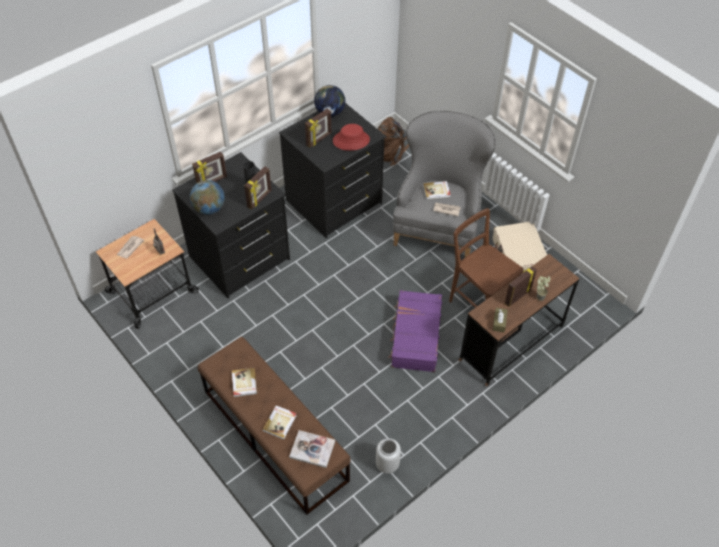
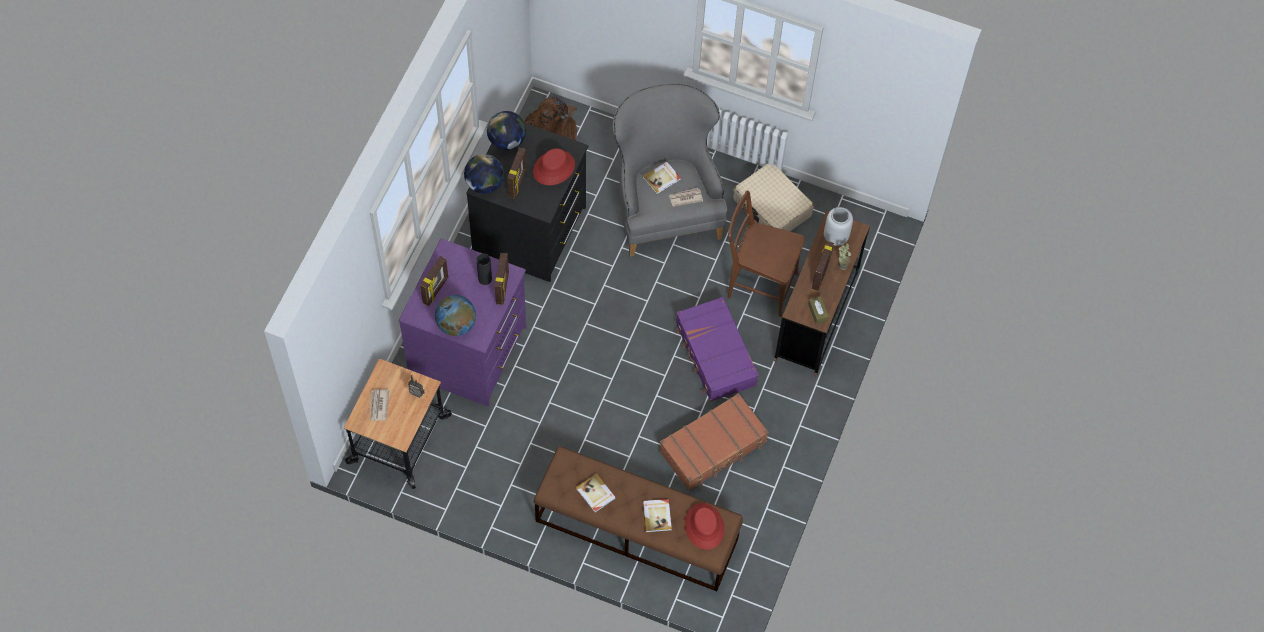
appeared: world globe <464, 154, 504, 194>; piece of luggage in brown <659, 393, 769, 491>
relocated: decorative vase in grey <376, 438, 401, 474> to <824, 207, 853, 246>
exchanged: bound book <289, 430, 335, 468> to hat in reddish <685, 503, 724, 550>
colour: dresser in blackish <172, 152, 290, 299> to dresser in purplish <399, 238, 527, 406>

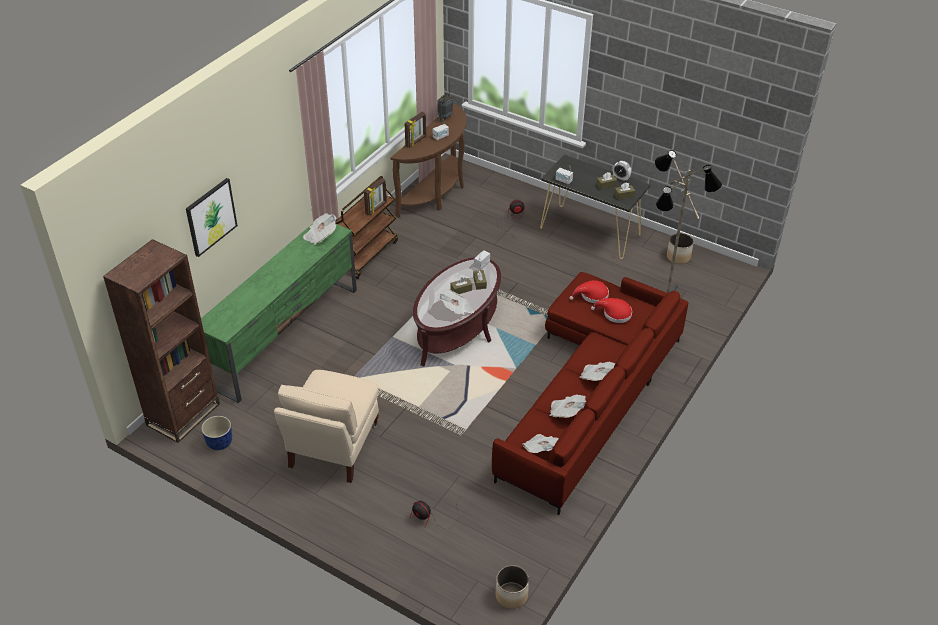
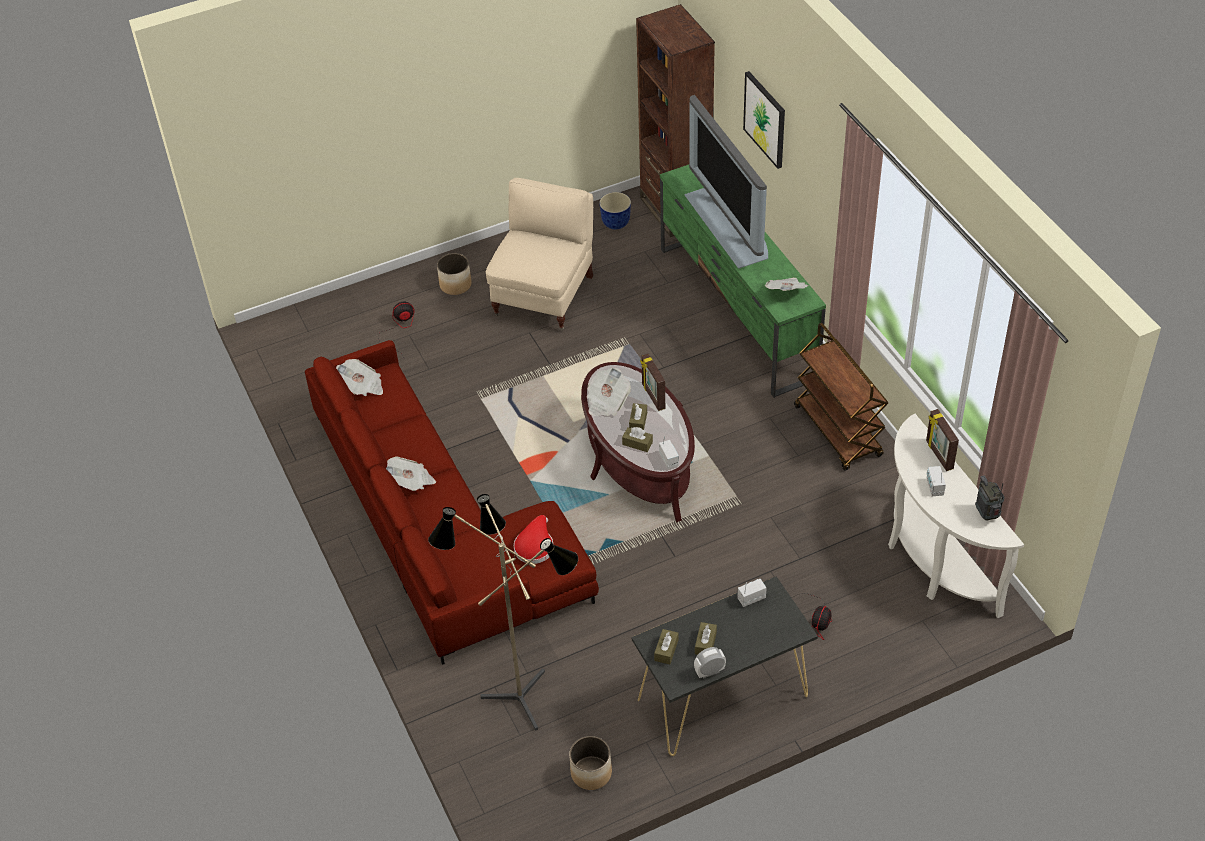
missing: daily paper <549, 394, 586, 418>; hat in reddish <591, 298, 632, 323>
appeared: TV <684, 95, 768, 269>
relocated: planter <495, 565, 529, 609> to <437, 253, 472, 295>; standing frame <364, 178, 387, 216> to <640, 354, 665, 411>
colour: console table in brown <391, 104, 467, 217> to console table in whitish <888, 414, 1024, 618>
spun: lounge chair in sand-coloured <274, 370, 379, 483> = <486, 178, 593, 331> 60 degrees clockwise

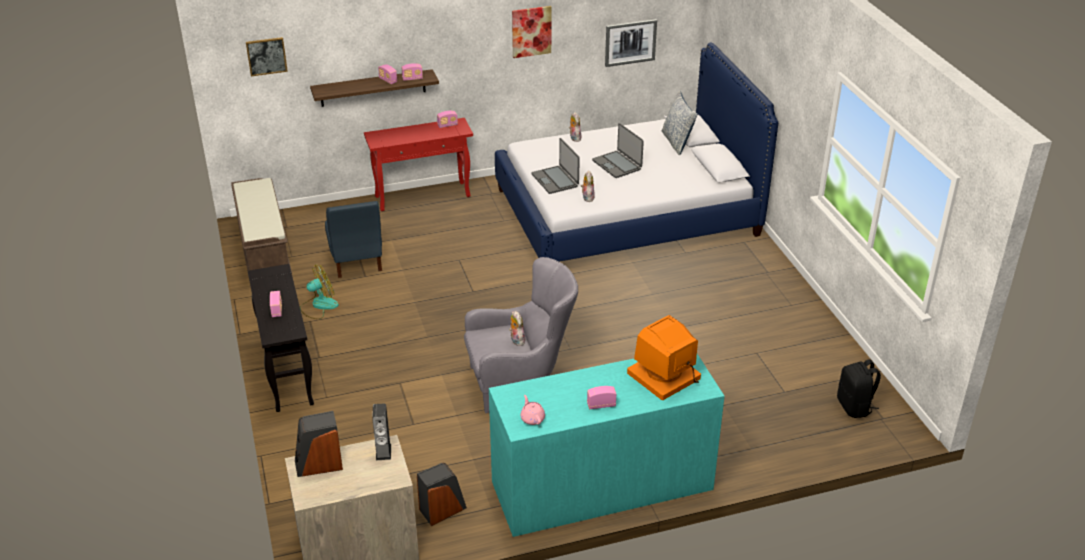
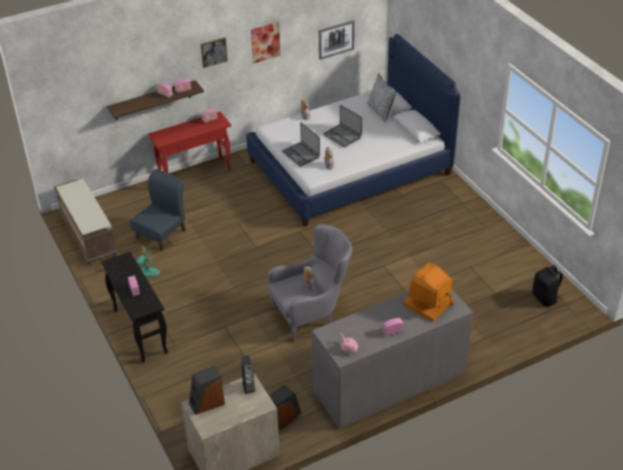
relocated: picture <246, 37, 288, 76> to <201, 37, 228, 68>
colour: dresser in blue-green <489, 354, 725, 537> to dresser in grey <312, 289, 473, 429>
spun: plain chair in bluish <325, 201, 382, 278> = <130, 169, 186, 250> 120 degrees counterclockwise

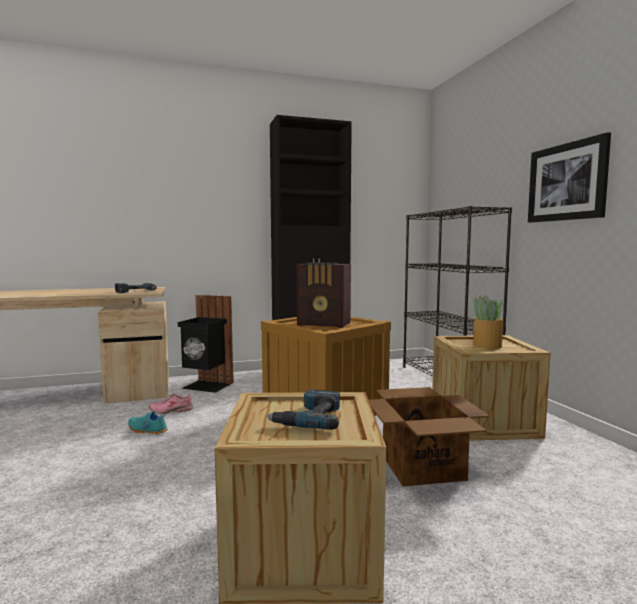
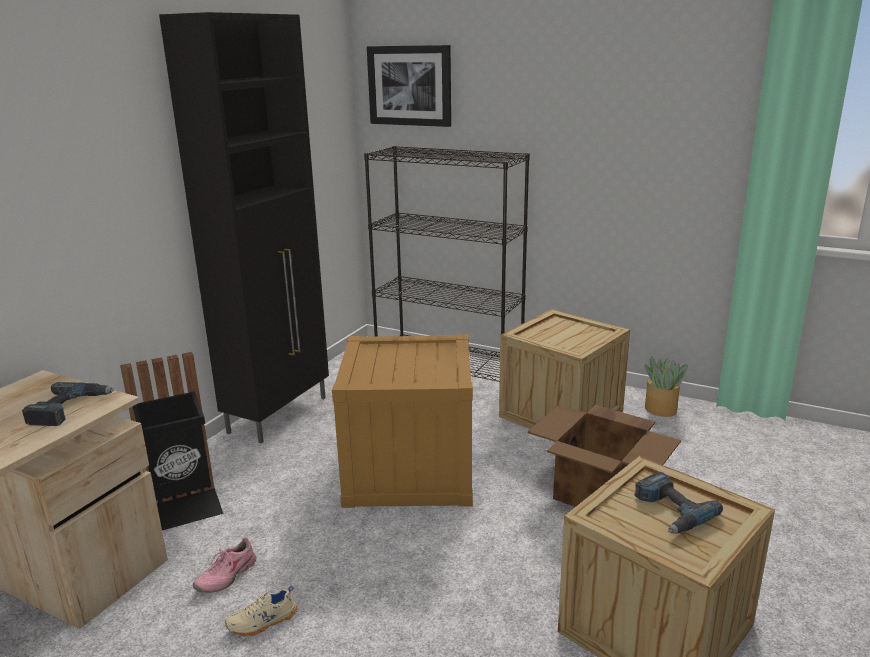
missing: radio set <297, 262, 351, 328>
relocated: picture <528, 132, 611, 223> to <367, 45, 451, 127>; potted plant <473, 295, 505, 349> to <644, 356, 688, 417>
colour: item of footwear in blue-green <128, 411, 168, 434> to item of footwear in sand-coloured <225, 586, 297, 636>

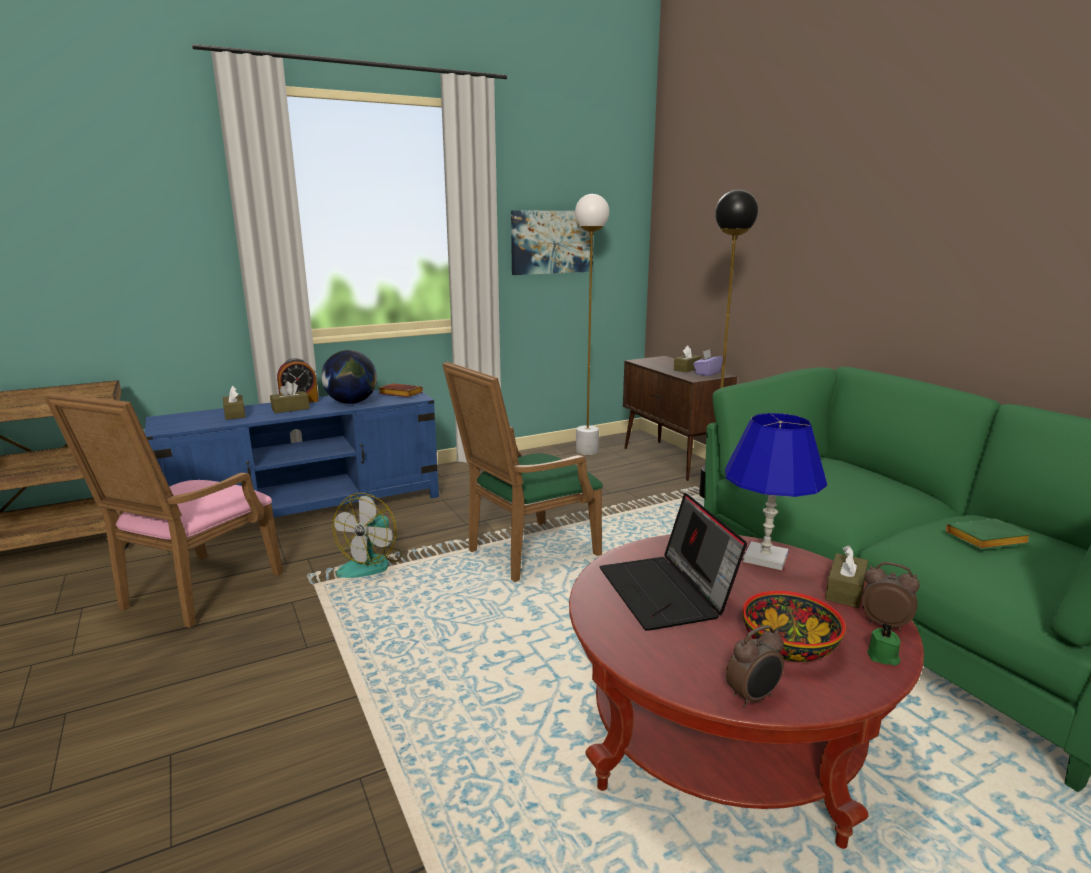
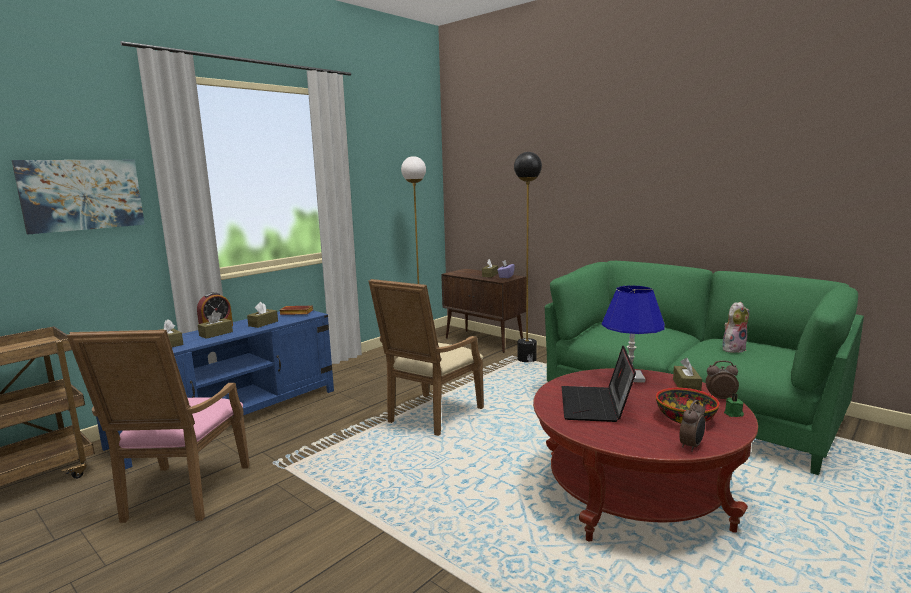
missing: cooling fan <332, 493, 402, 578>
relocated: picture <511, 211, 593, 275> to <12, 160, 145, 234>
exchanged: world globe <321, 350, 377, 404> to tissue box in brown <247, 302, 278, 328>; bound book in green-coloured <946, 519, 1032, 550> to plush toy <722, 302, 749, 353>
colour: lounge chair in green-coloured <442, 361, 603, 582> to lounge chair in sand-coloured <368, 279, 484, 436>
spun: laptop <600, 493, 747, 631> = <562, 346, 636, 422> 45 degrees clockwise

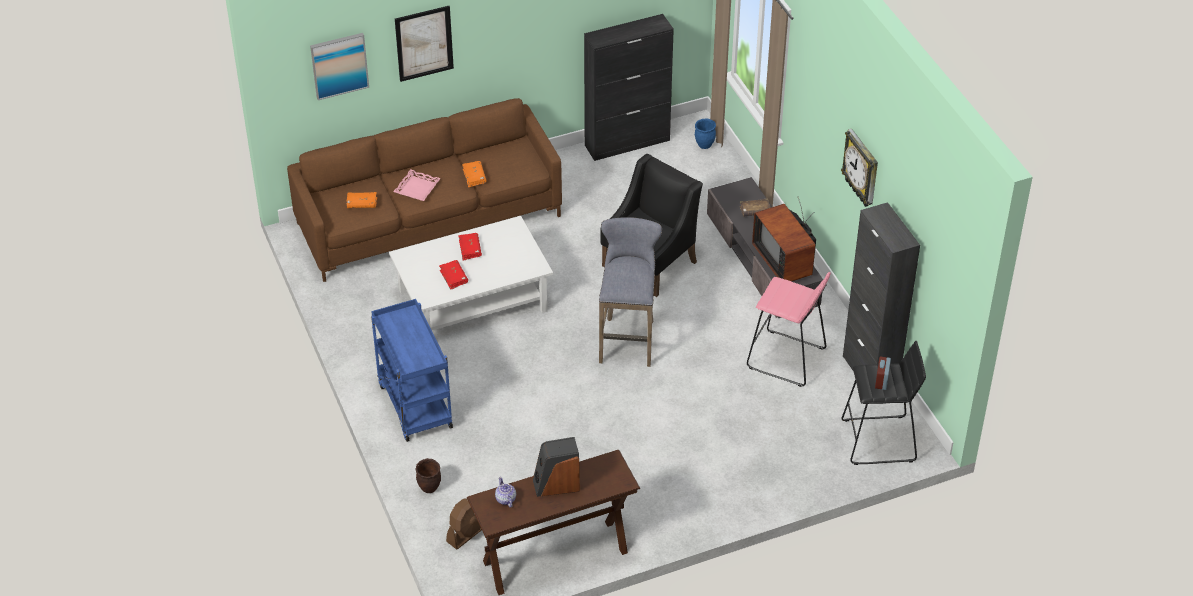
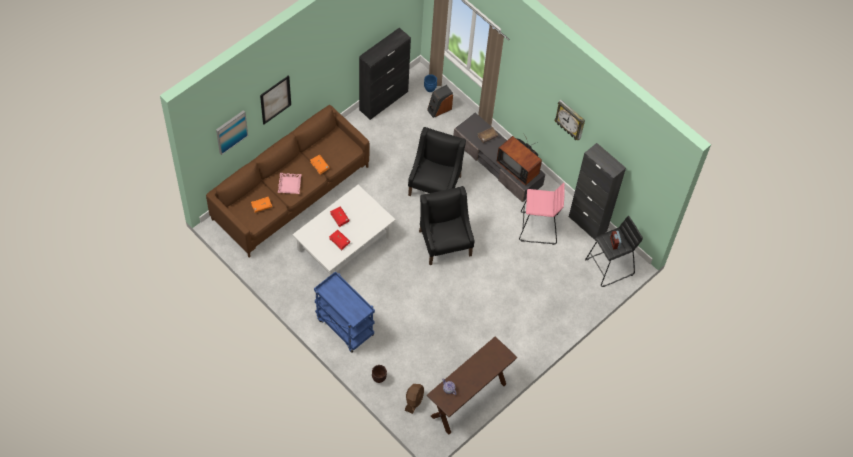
relocated: loudspeaker <533, 437, 580, 497> to <427, 85, 453, 118>
exchanged: stool in grey <599, 217, 662, 367> to lounge chair in blackish <419, 186, 475, 265>

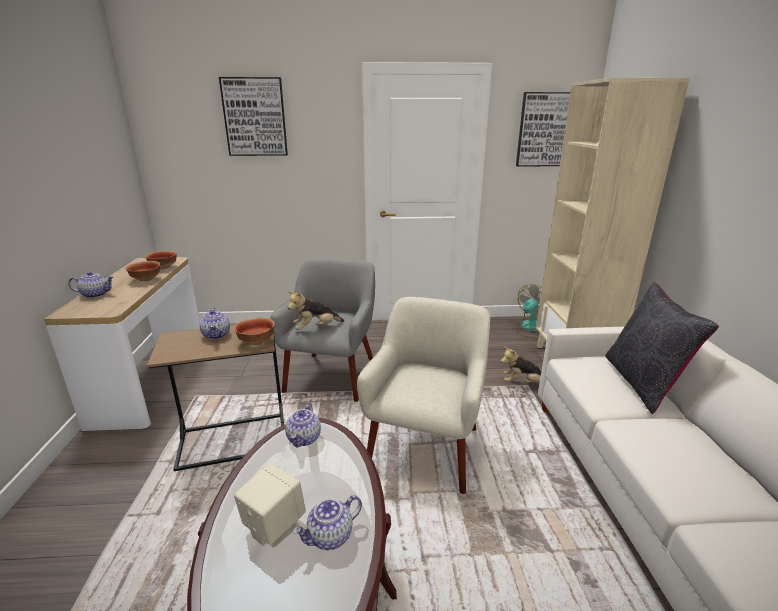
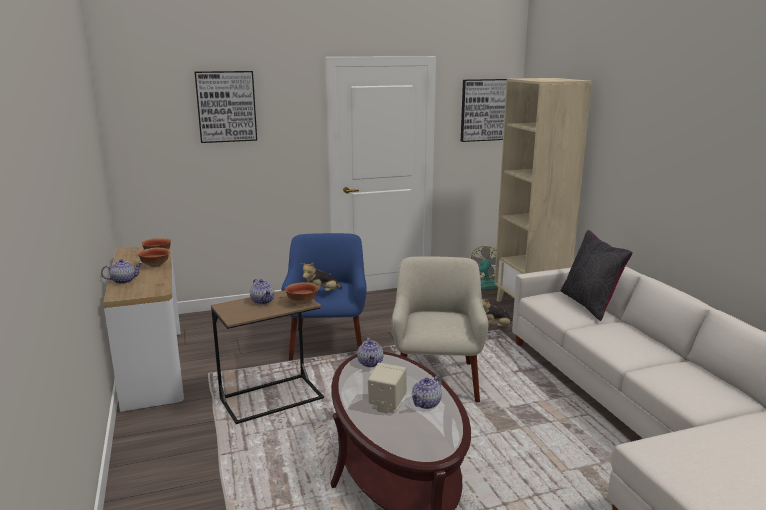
colour: lounge chair in grey <270, 258, 375, 402> to lounge chair in bluish <282, 233, 367, 361>

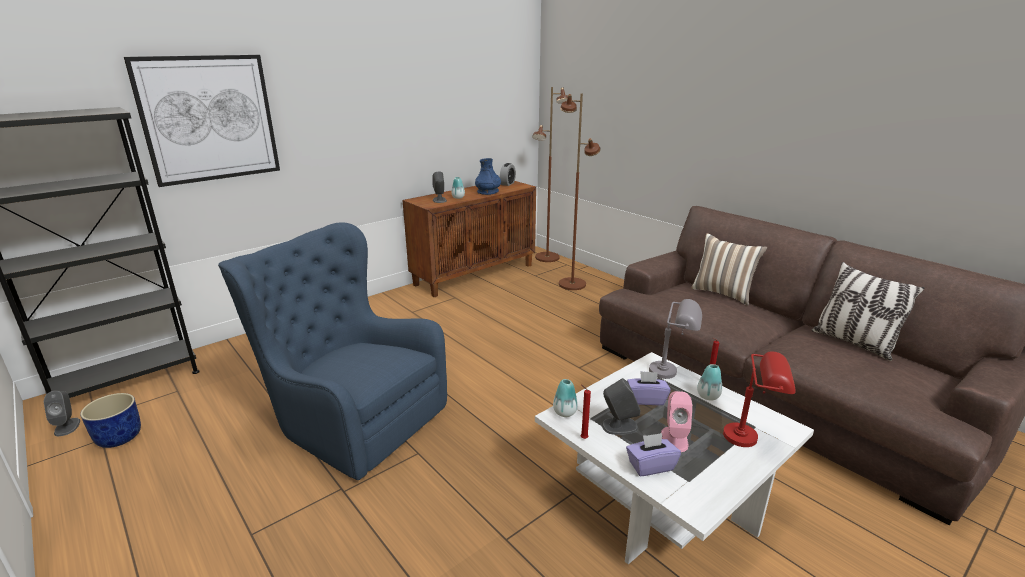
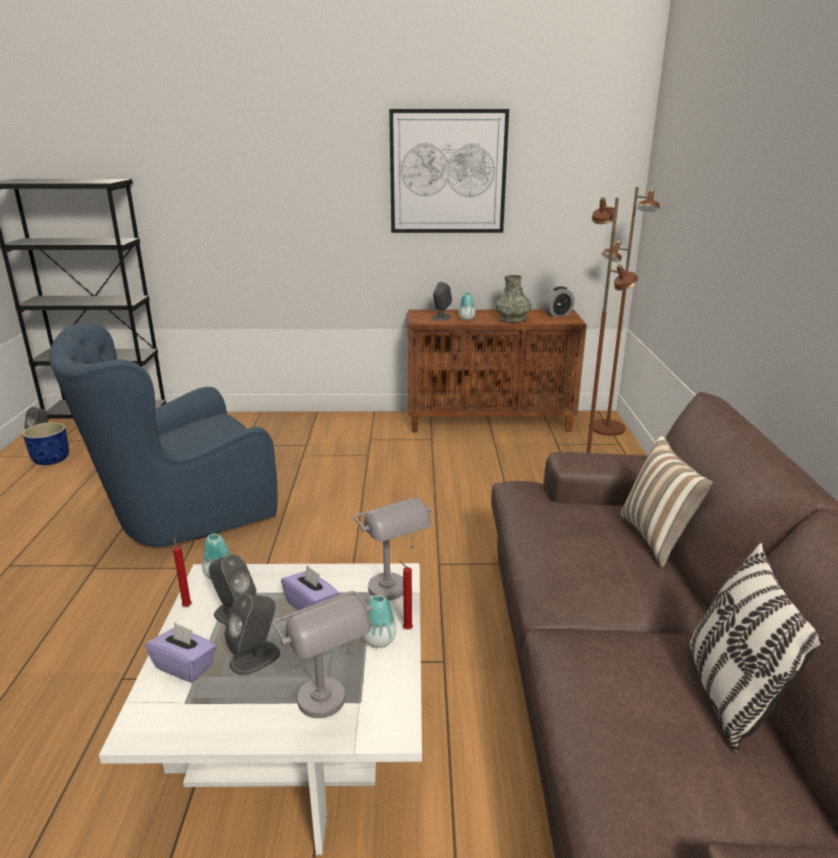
relocated: picture <124, 55, 280, 187> to <389, 109, 509, 233>
colour: loudspeaker in pink-coloured <661, 391, 693, 452> to loudspeaker in grey <224, 594, 280, 675>; table lamp in reddish <723, 352, 796, 447> to table lamp in grey <272, 591, 373, 718>; decorative vase in bluish <475, 158, 501, 195> to decorative vase in grey <496, 275, 532, 323>
spun: lounge chair in bluish <218, 222, 447, 480> = <49, 323, 278, 547> 105 degrees counterclockwise

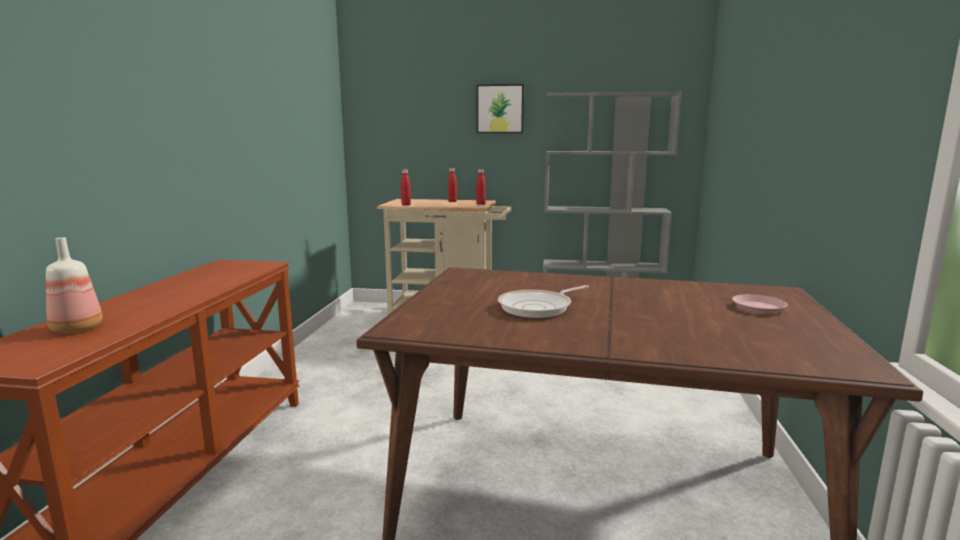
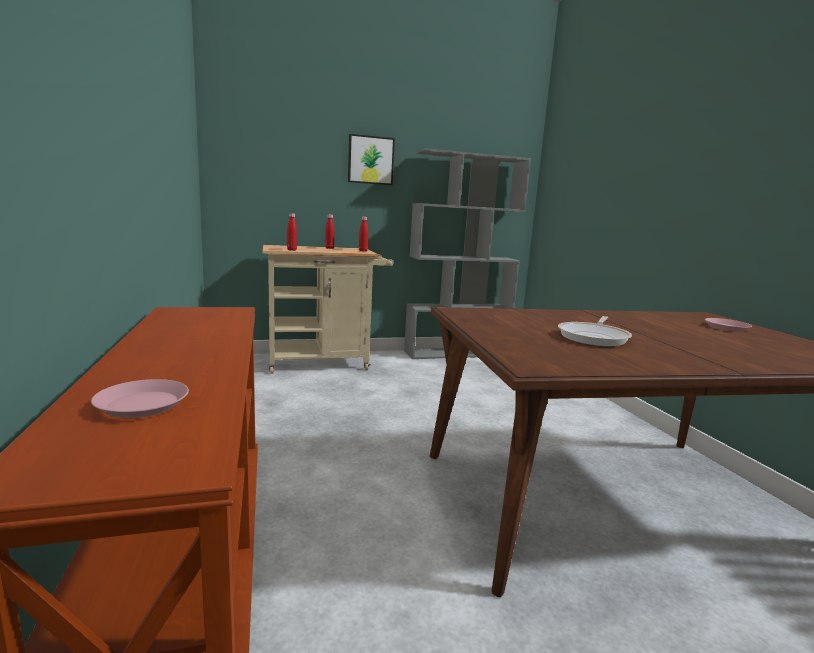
exchanged: bottle <46, 237, 103, 333> to plate in pink-coloured <91, 379, 189, 418>

